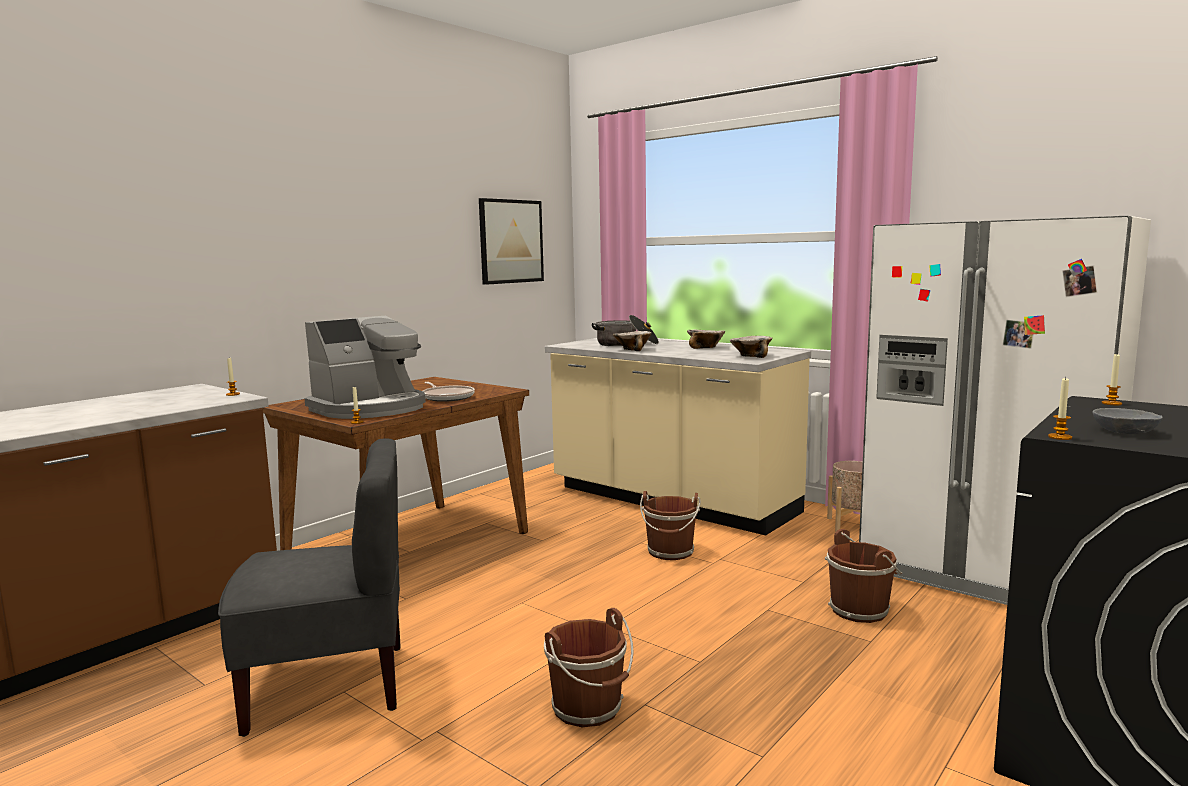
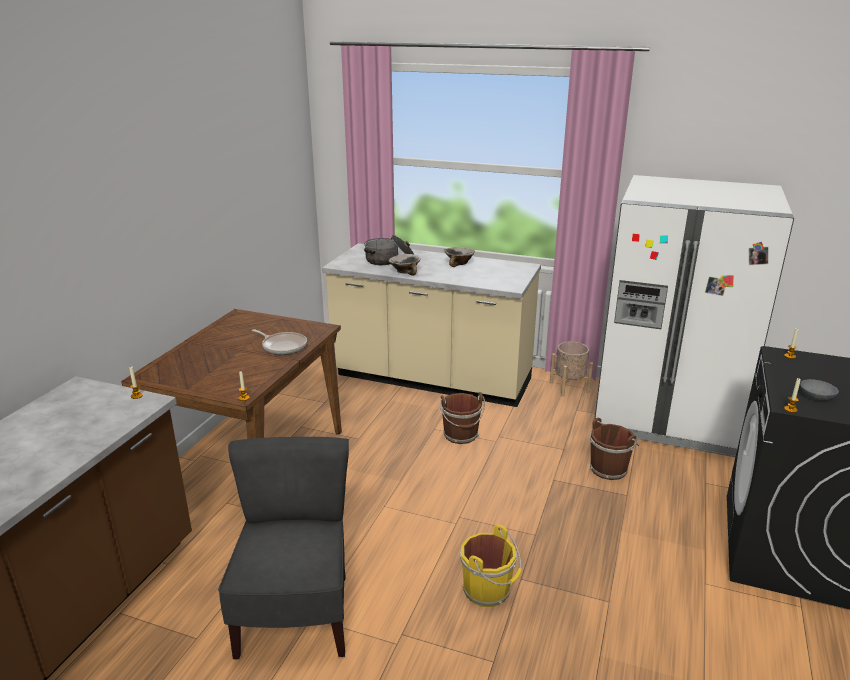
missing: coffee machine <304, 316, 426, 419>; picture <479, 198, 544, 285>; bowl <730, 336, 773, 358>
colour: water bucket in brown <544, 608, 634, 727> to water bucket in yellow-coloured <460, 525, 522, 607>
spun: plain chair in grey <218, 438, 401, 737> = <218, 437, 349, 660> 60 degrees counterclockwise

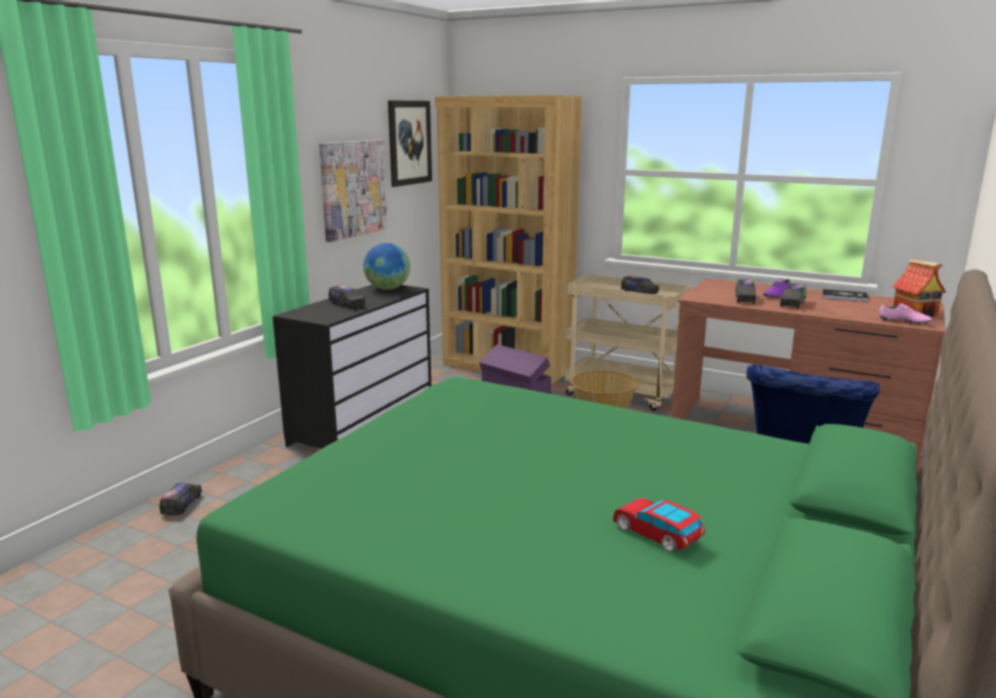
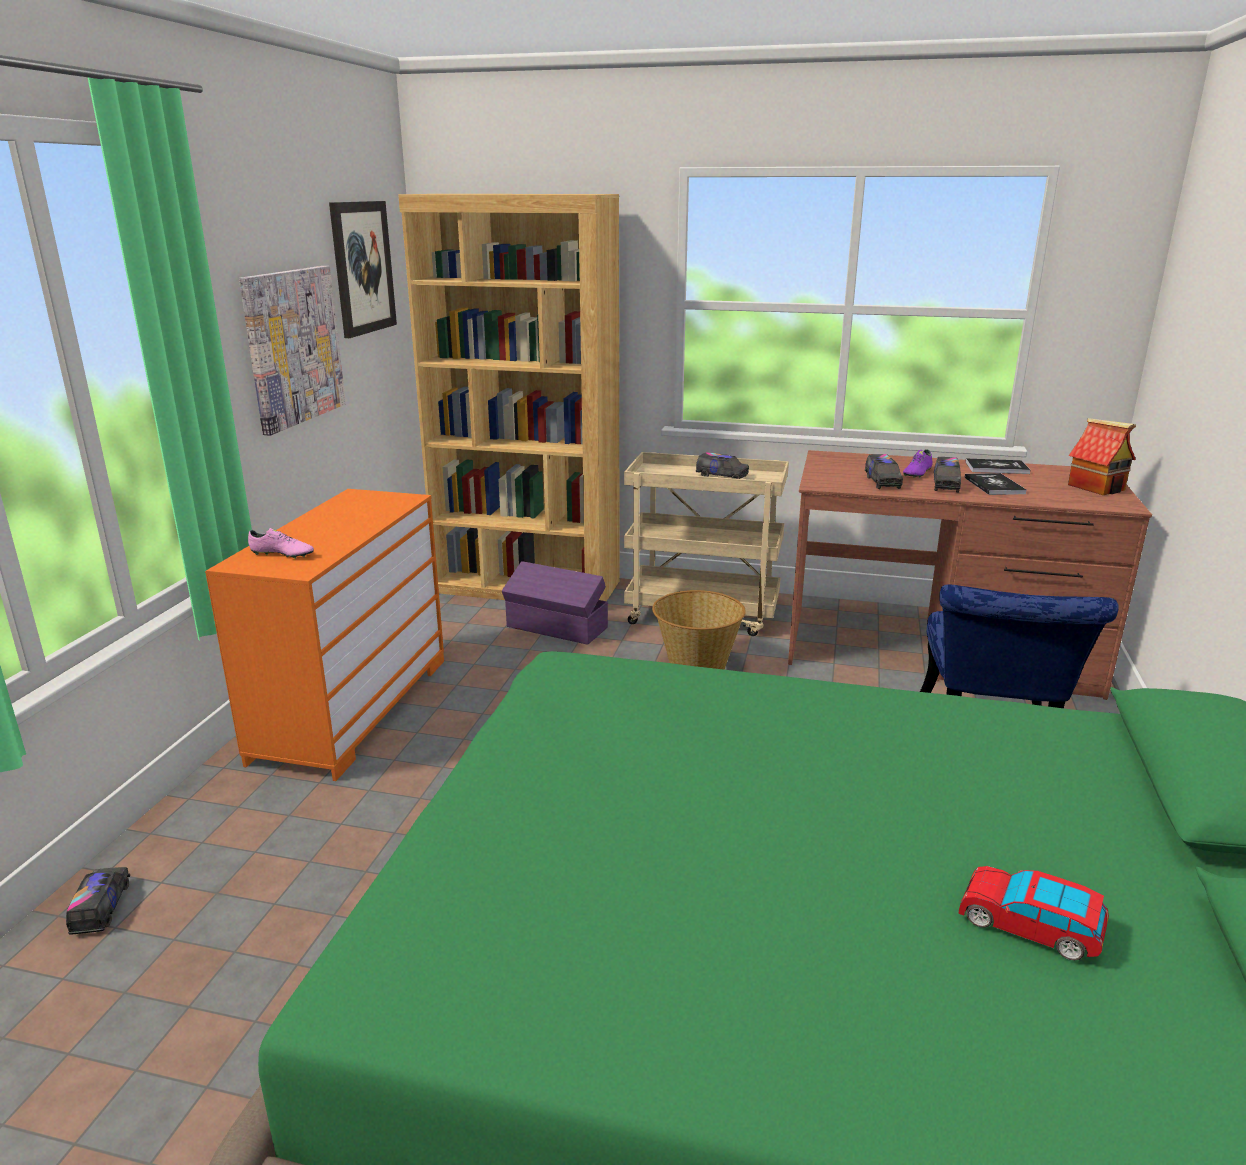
missing: toy lorry <328, 285, 365, 309>; world globe <363, 243, 410, 290>
appeared: bound book <965, 473, 1027, 495>
relocated: item of footwear in pink-coloured <879, 303, 932, 325> to <248, 528, 314, 559>
colour: dresser in blackish <272, 285, 431, 449> to dresser in orangey <205, 489, 444, 781>

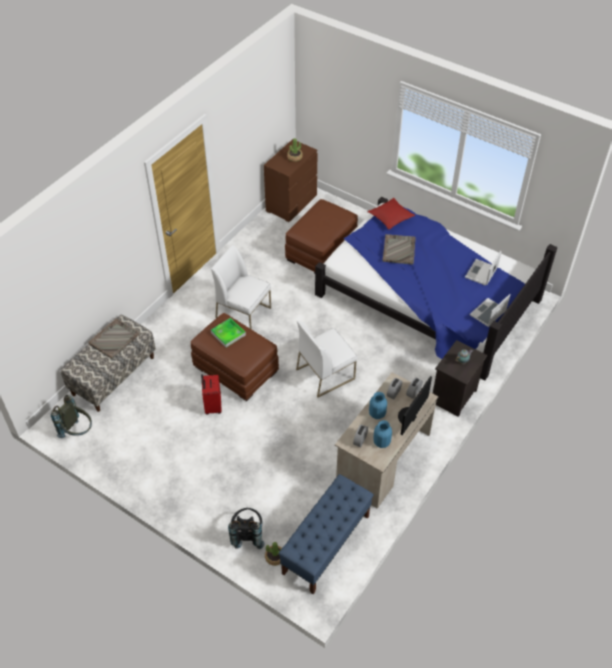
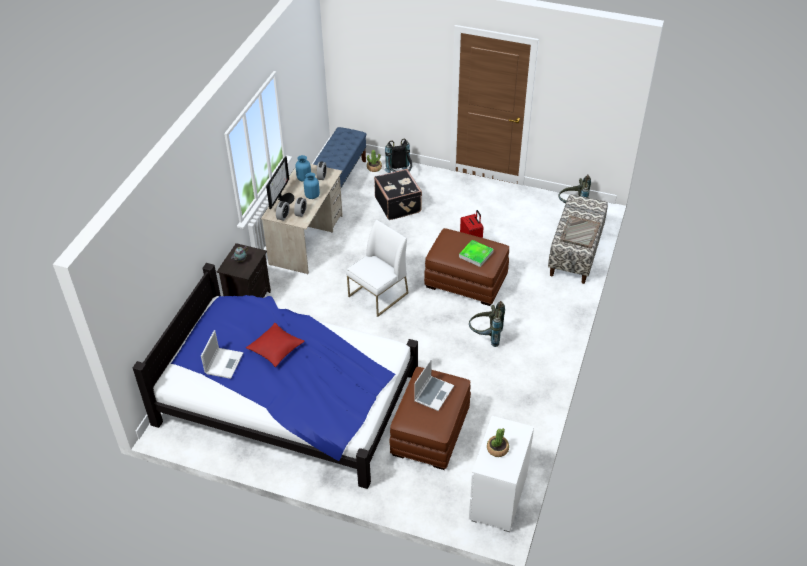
missing: serving tray in grey <382, 234, 416, 265>
appeared: piece of luggage in blackish <374, 169, 422, 220>
relocated: cushion in reddish <368, 198, 415, 230> to <246, 323, 305, 367>; laptop <470, 294, 510, 327> to <414, 359, 454, 411>
exchanged: plain chair in whitish <211, 244, 271, 330> to backpack in grey <469, 301, 505, 347>
colour: dresser in brown <264, 139, 317, 222> to dresser in whitish <469, 416, 534, 532>

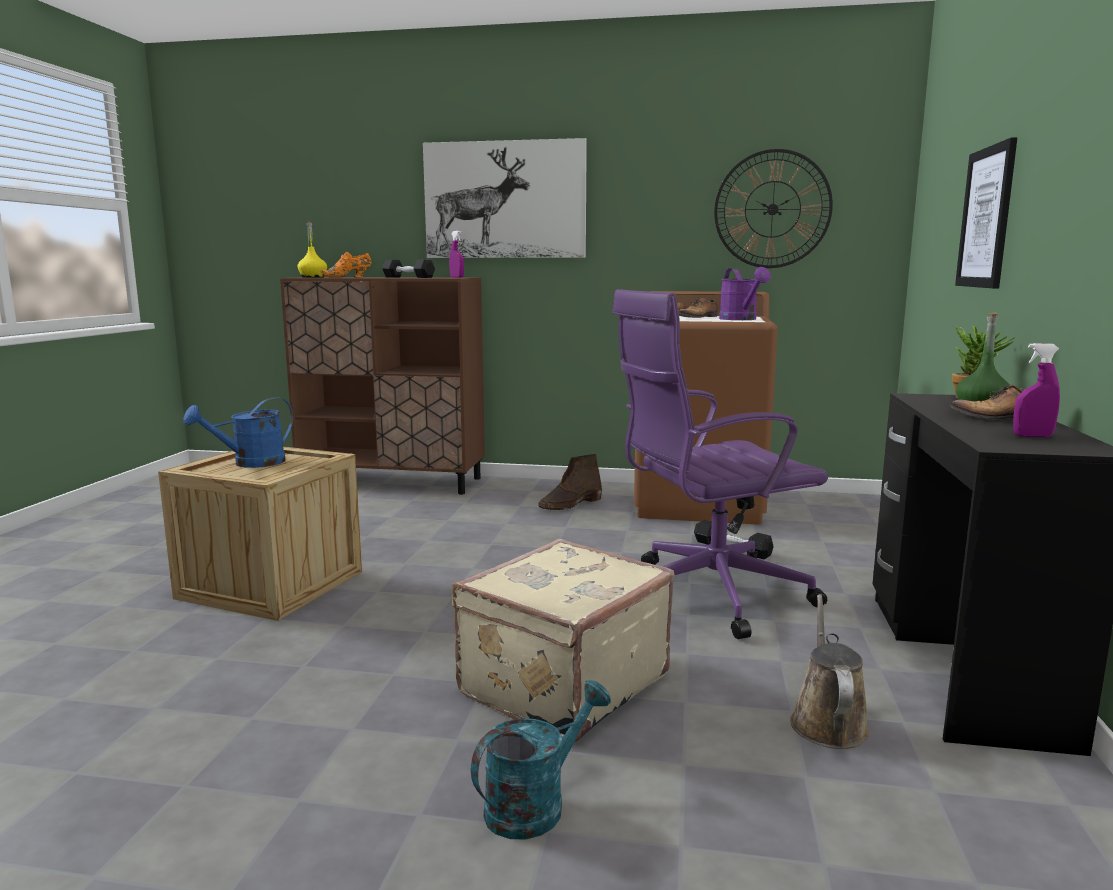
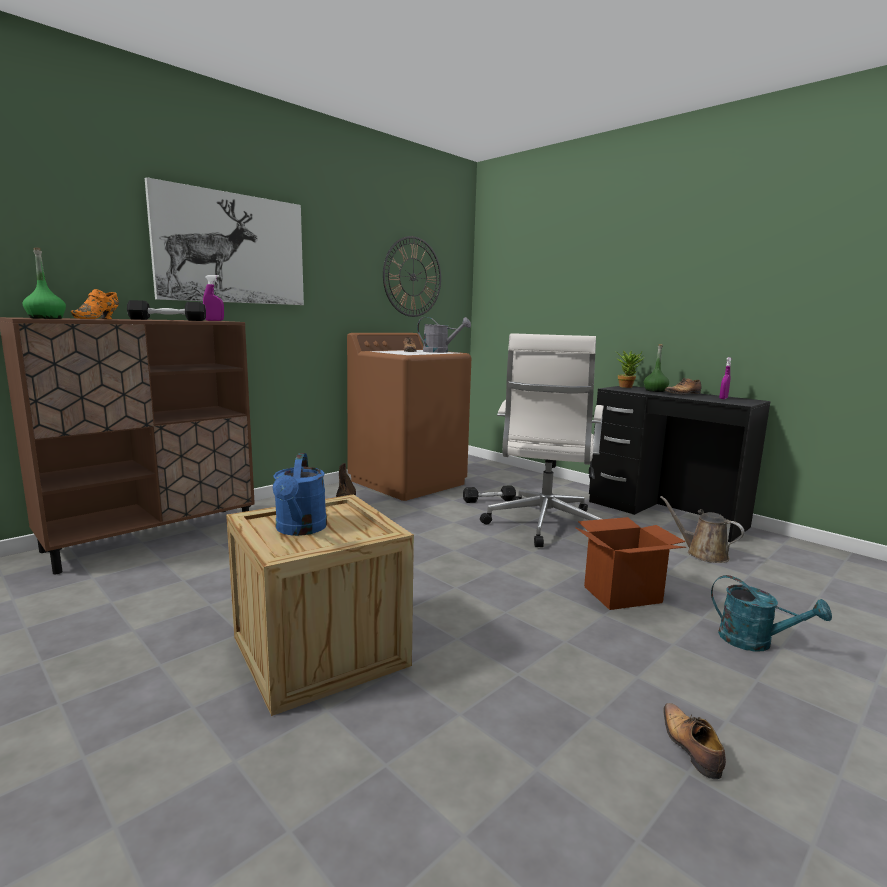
missing: picture <955, 137, 1017, 288>
appeared: item of footwear <663, 703, 726, 779>
exchanged: piece of luggage in sand-coloured <452, 539, 675, 743> to packing box <575, 517, 686, 610>
colour: bottle in yellow-coloured <298, 221, 327, 278> to bottle in green-coloured <23, 248, 66, 319>; watering can in purplish <719, 267, 771, 320> to watering can in grey <417, 317, 471, 353>; desk chair in purplish <612, 289, 828, 639> to desk chair in whitish <480, 333, 604, 547>
spun: watering can in blue-green <471, 680, 611, 840> = <711, 575, 832, 652> 135 degrees clockwise

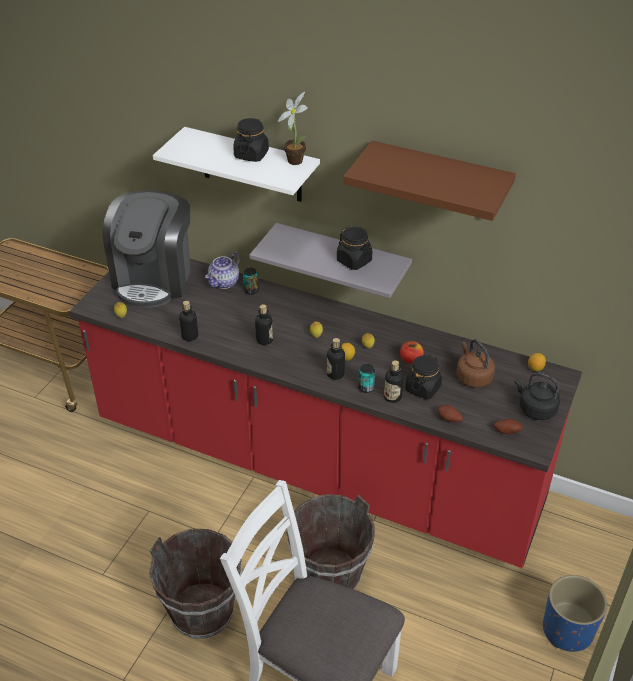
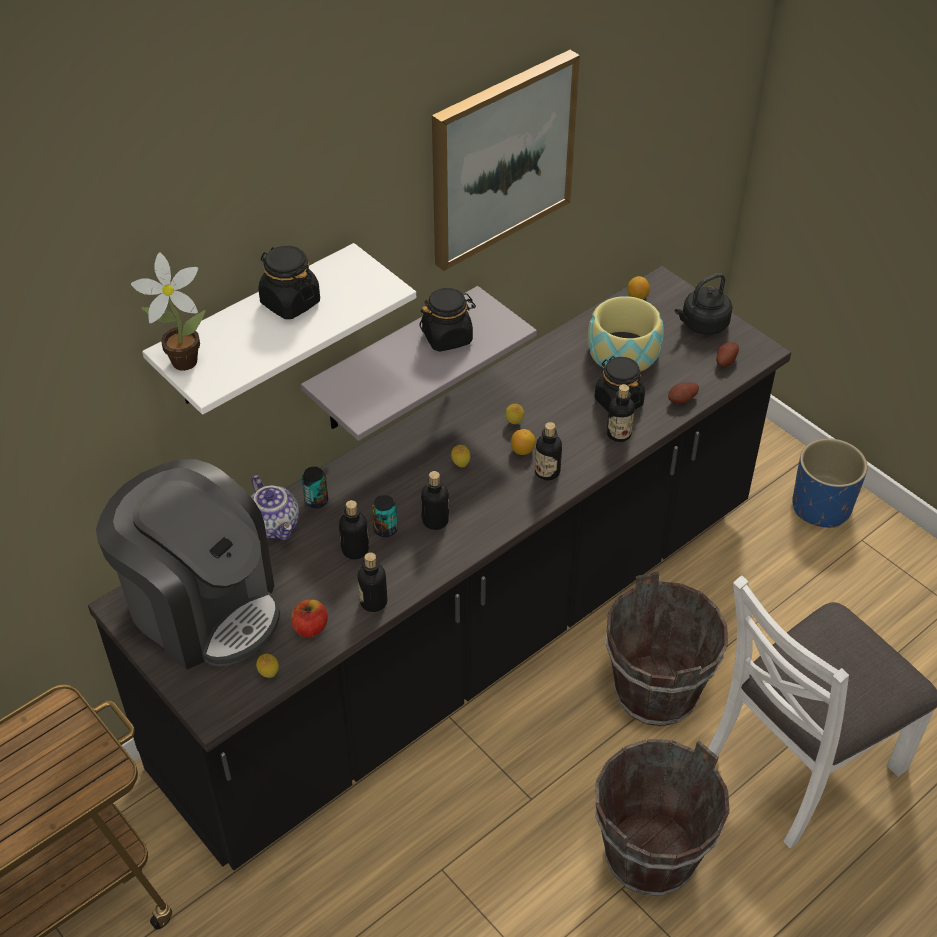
appeared: bottle <339, 500, 369, 560>
relocated: potted plant <278, 92, 308, 165> to <131, 252, 206, 371>; whole apple <400, 341, 424, 364> to <291, 599, 328, 638>; metal can <358, 363, 375, 393> to <372, 495, 398, 537>
exchanged: bracket shelf in brown <343, 141, 516, 221> to picture <432, 50, 580, 271>; kettle in brown <456, 340, 495, 388> to bowl <588, 296, 664, 372>
colour: kitchen counter in reddish <69, 259, 582, 568> to kitchen counter in blackish <88, 266, 791, 870>

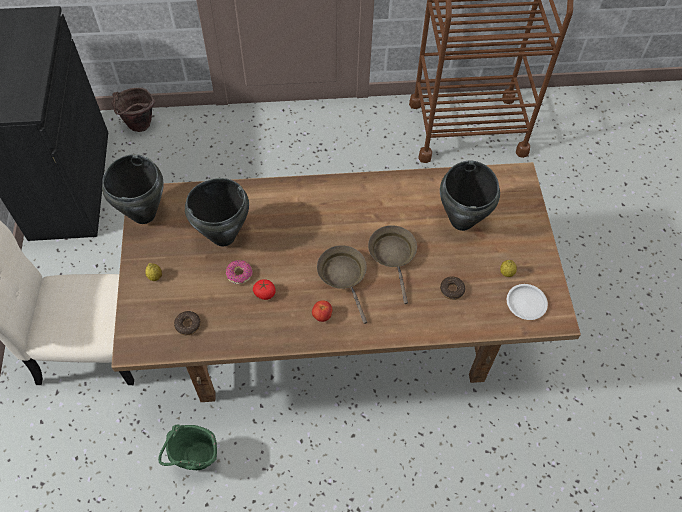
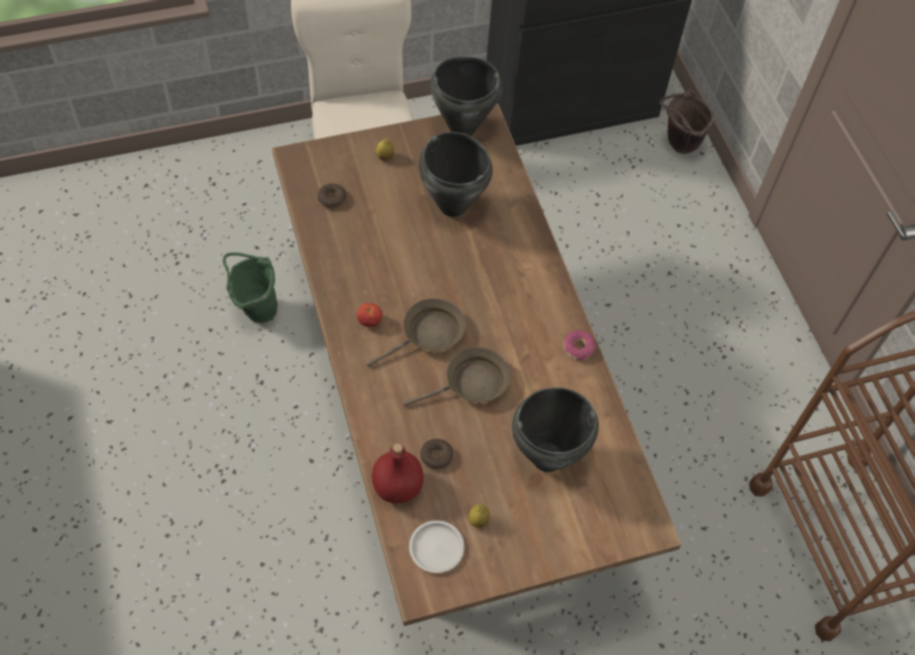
missing: fresh tomato <253, 279, 276, 300>
appeared: bottle in reddish <372, 443, 424, 503>
relocated: ring doughnut <226, 260, 252, 284> to <564, 330, 597, 361>

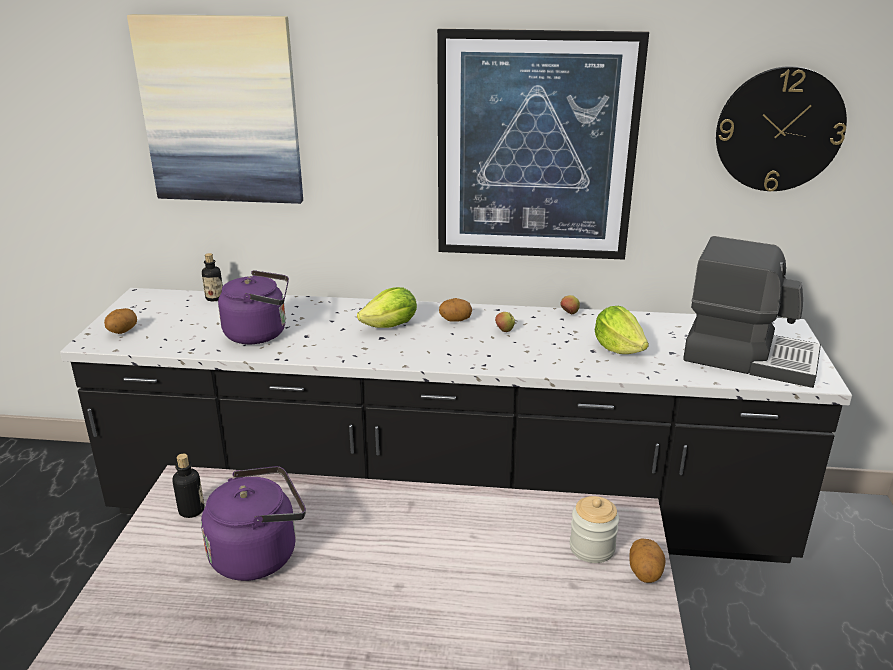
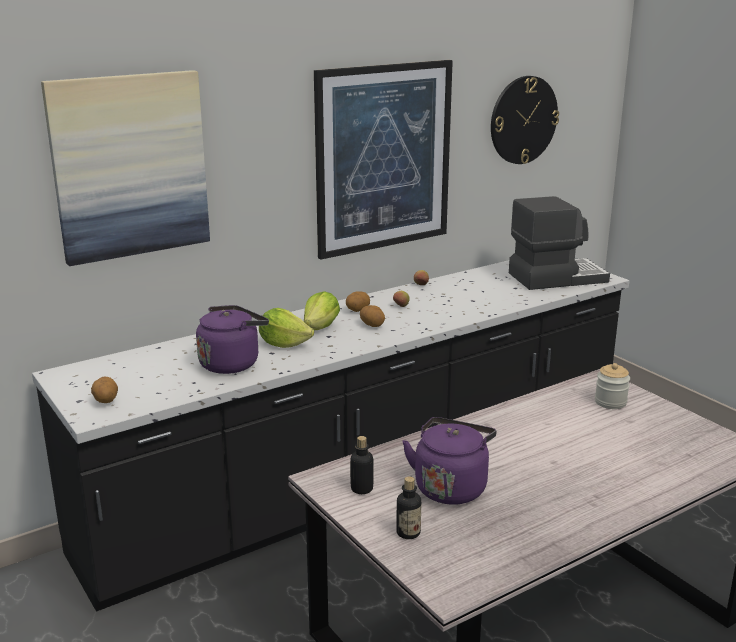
relocated: lettuce head <595, 306, 649, 354> to <259, 308, 314, 348>; spud <629, 538, 665, 583> to <360, 305, 385, 327>; bottle <202, 253, 223, 301> to <396, 476, 421, 539>

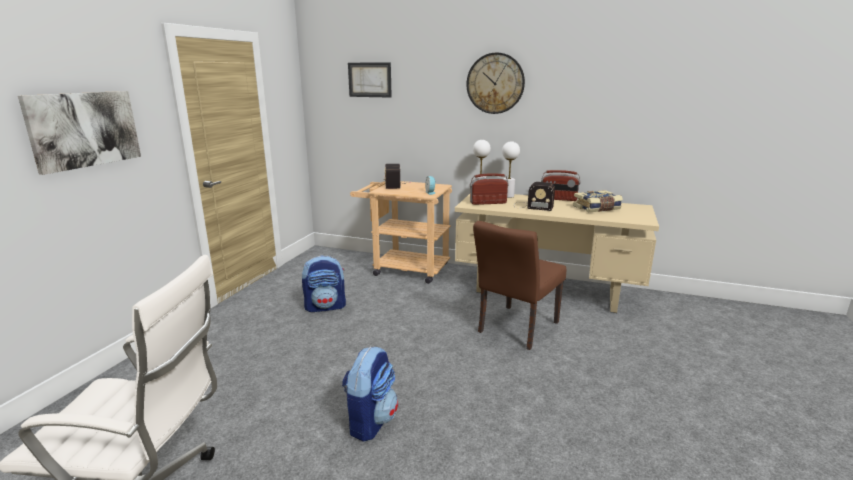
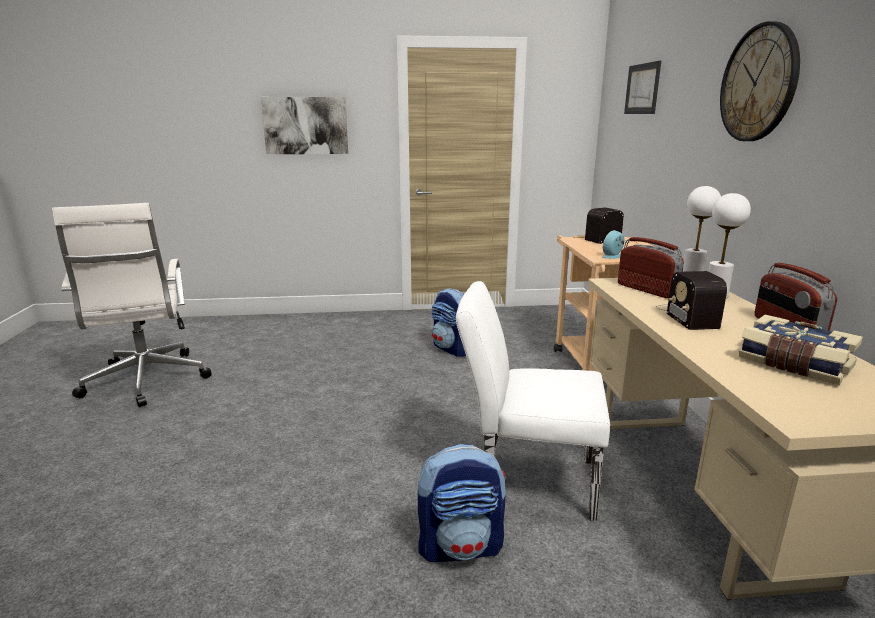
relocated: backpack <342, 346, 398, 442> to <418, 444, 506, 562>
colour: plain chair in brown <473, 221, 566, 350> to plain chair in whitish <456, 281, 610, 521>

